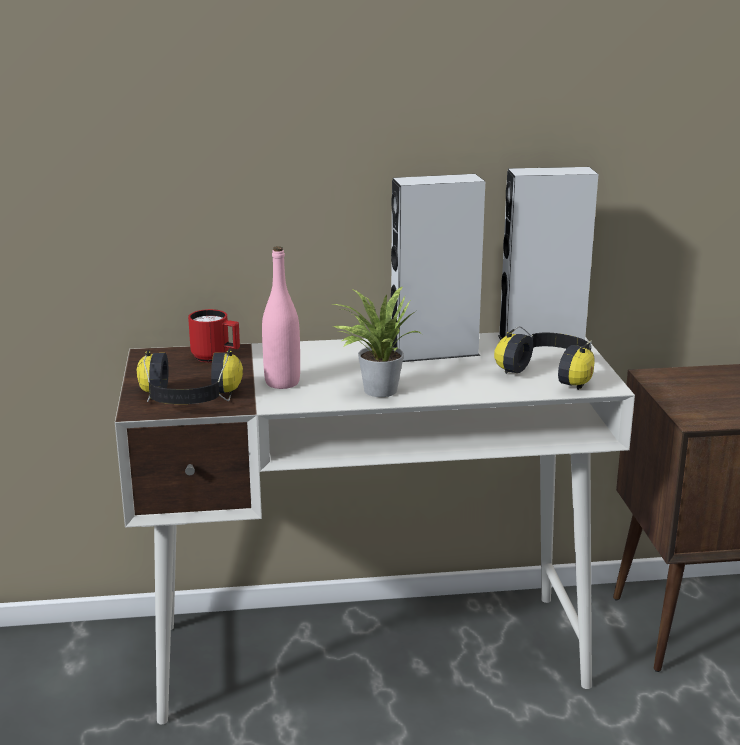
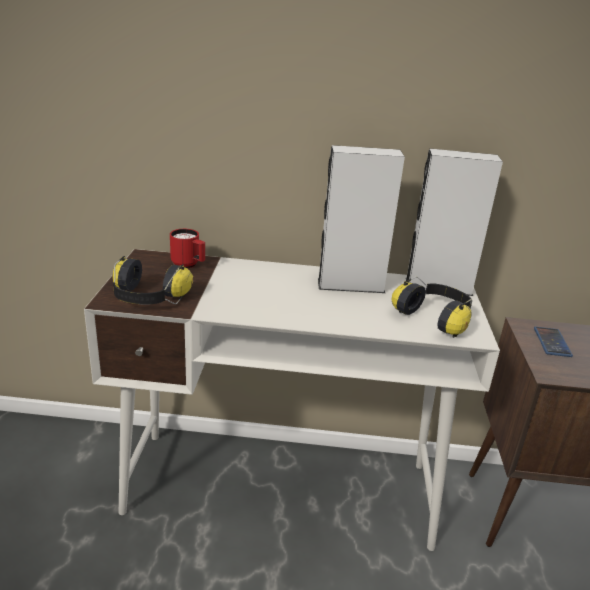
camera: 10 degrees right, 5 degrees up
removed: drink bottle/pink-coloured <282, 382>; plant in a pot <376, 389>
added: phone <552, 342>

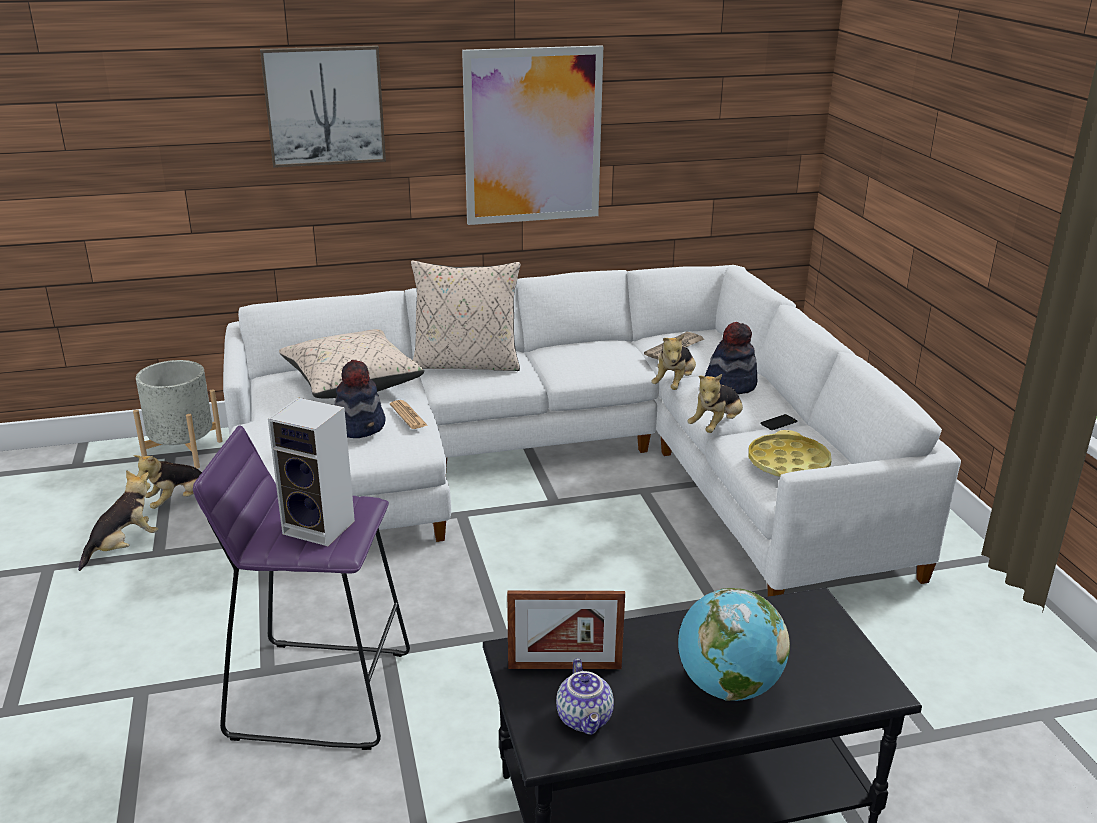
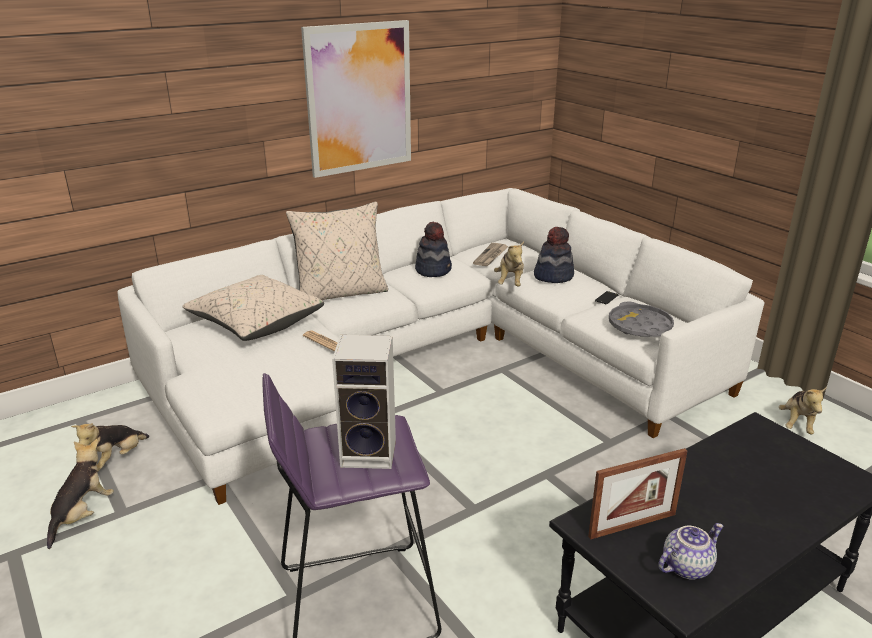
camera: 20 degrees left, 0 degrees up
removed: picture <324, 106>; flower pot/greyish <183, 452>; globe <727, 687>
moved: hat <360, 426> to <433, 270>; cuddly toy <716, 426> to <797, 424>
recoloured: tray/yellow-coloured <788, 463> to tray/greyish <639, 326>
turned: tea pot <586, 719> = <686, 566> 90 degrees counterclockwise

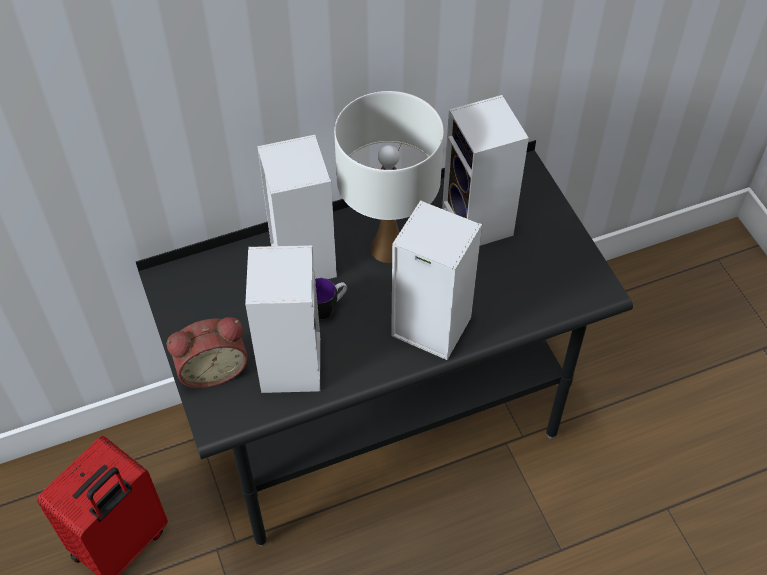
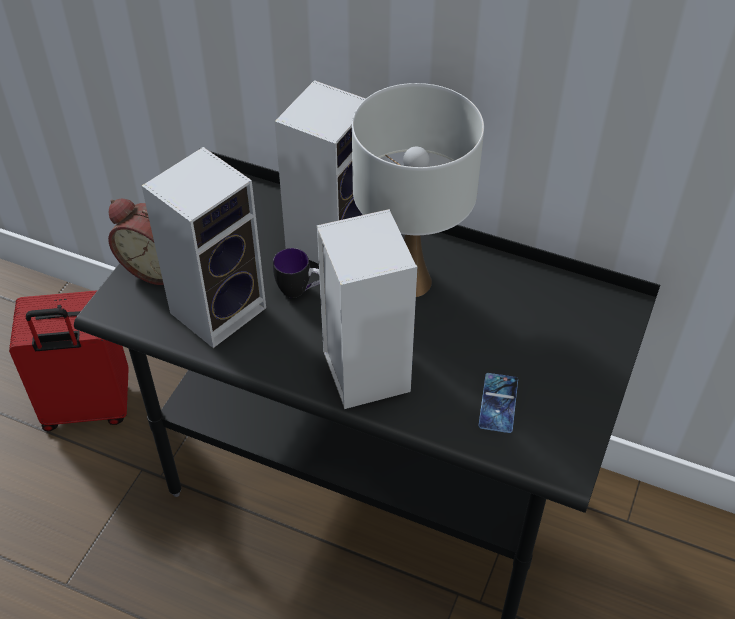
camera: 45 degrees right, 5 degrees down
removed: speaker <480, 223>
added: phone <498, 403>

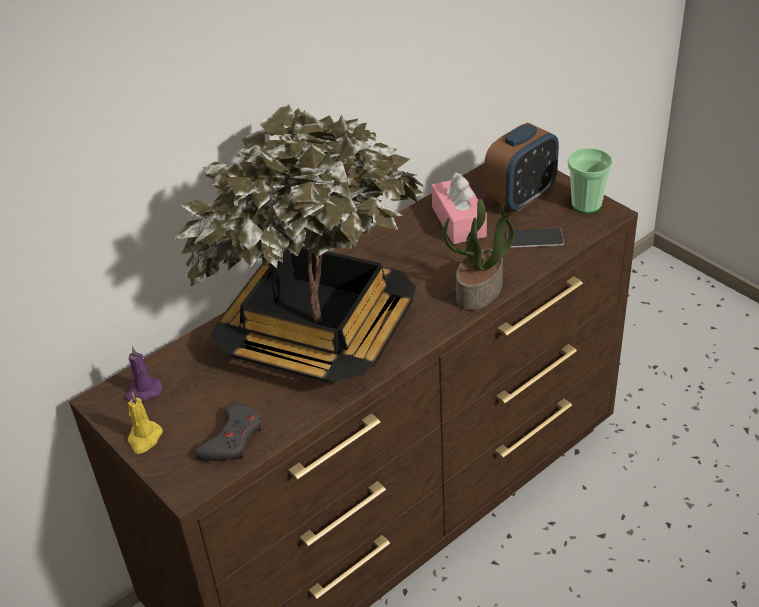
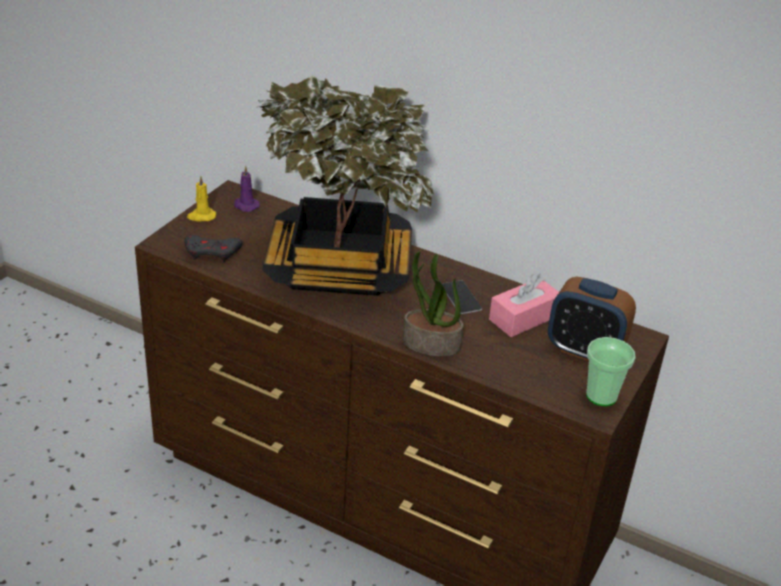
camera: 65 degrees right, 5 degrees down
moved: phone <535, 238> to <461, 297>

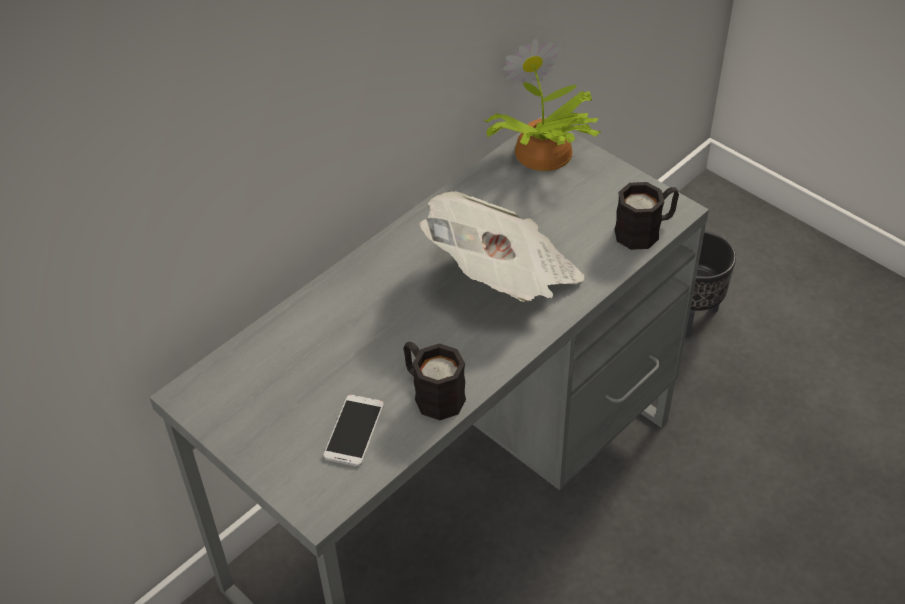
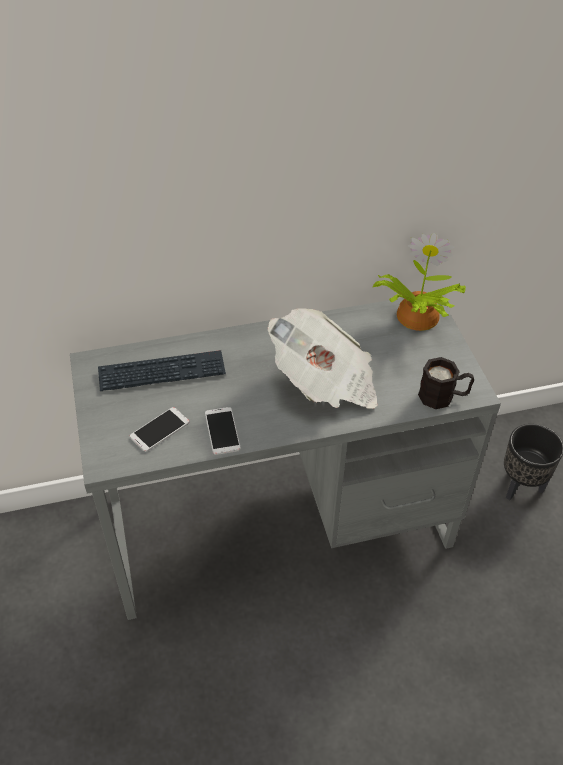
camera: 30 degrees right, 0 degrees up
added: computer keyboard <162, 373>
replaced: tea mug/black-coloured <432, 393> to phone <222, 431>

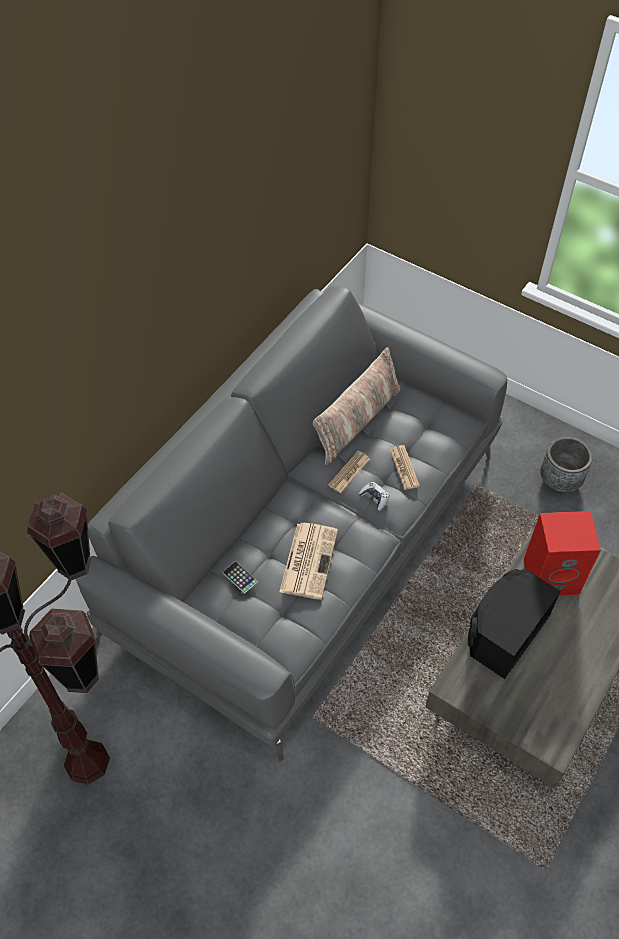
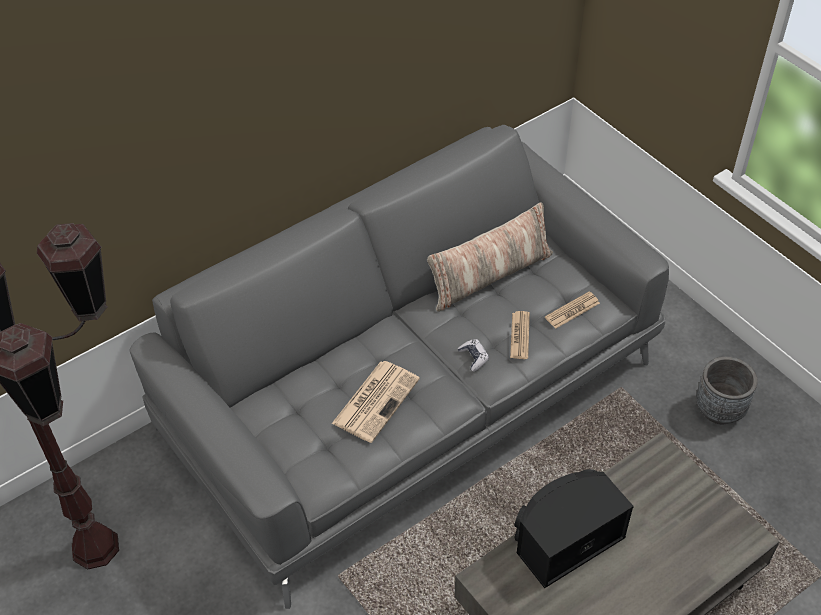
camera: 20 degrees right, 5 degrees down
removed: speaker/red-coloured <552, 575>; phone <240, 577>
moved: newspaper <349, 472> to <572, 310>

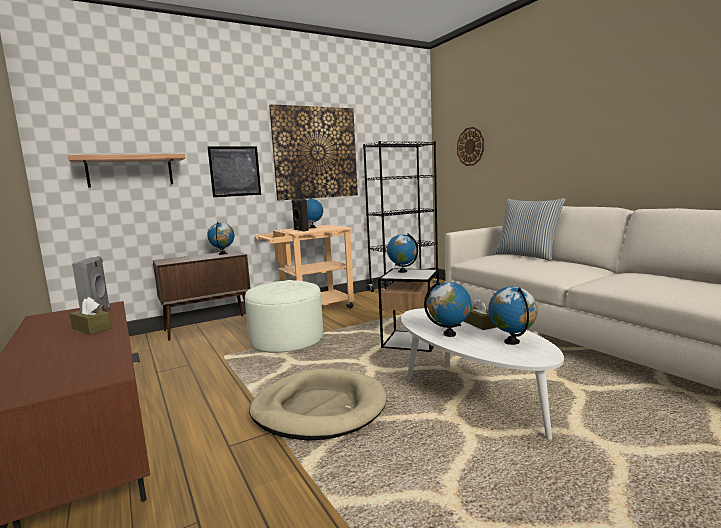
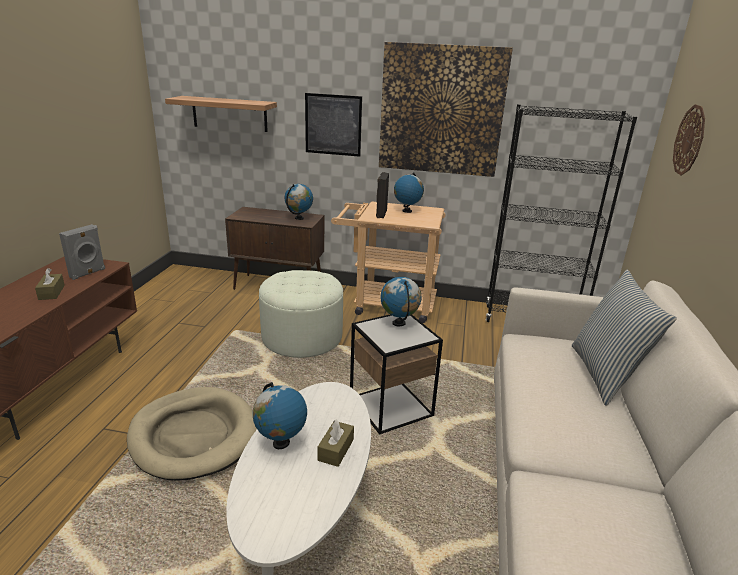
camera: 40 degrees right, 15 degrees up
removed: globe <512, 342>

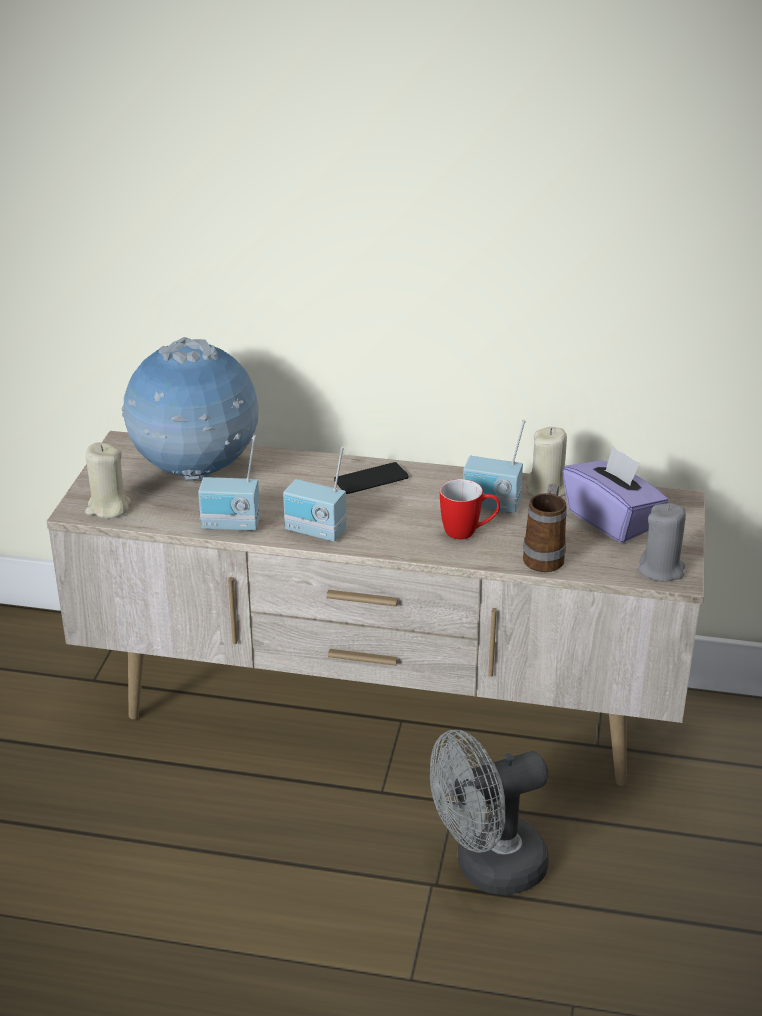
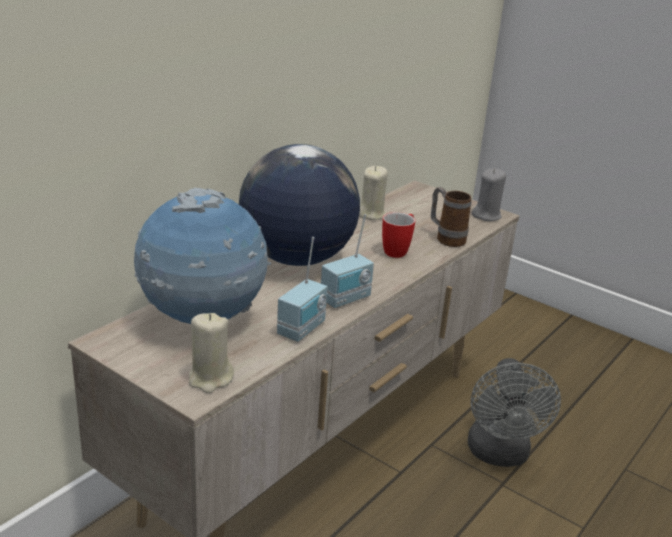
camera: 65 degrees left, 5 degrees down
removed: radio set <491, 506>; box of tissues/purple-coloured <612, 520>
replaced: phone <371, 479> to globe <296, 259>

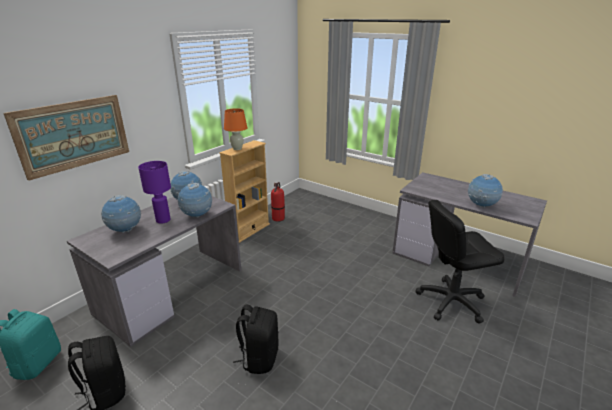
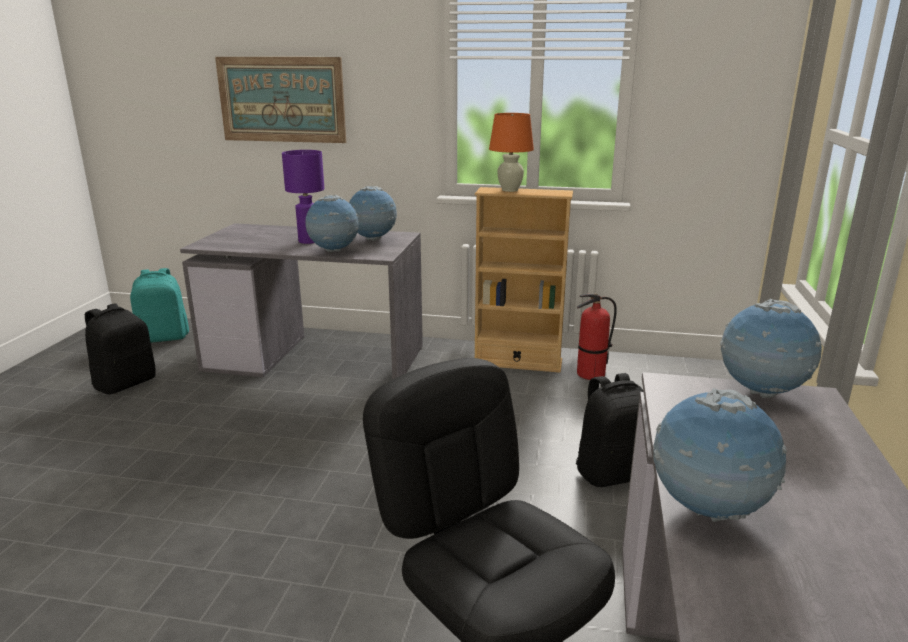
camera: 65 degrees right, 5 degrees down
moved: globe <125, 231> to <761, 393>; backpack/black-coloured <259, 358> to <613, 473>

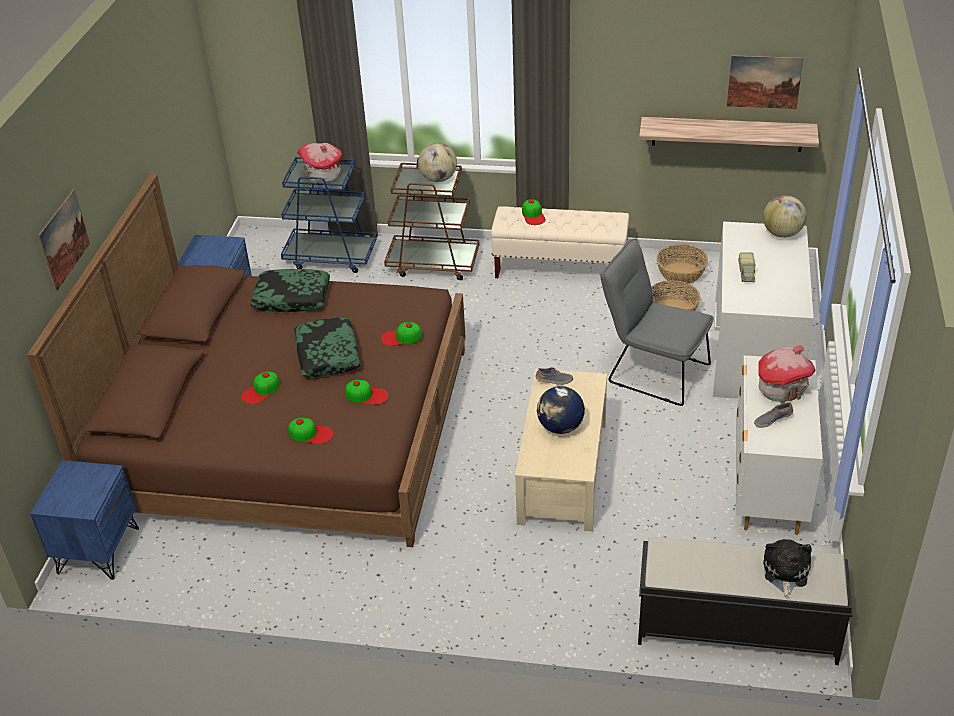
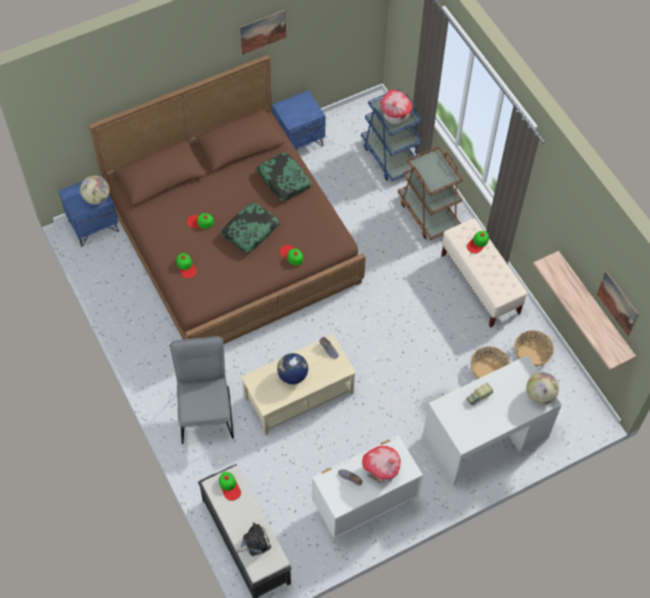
camera: 50 degrees right, 20 degrees up
moved: globe <438, 179> to <96, 198>; picture <63, 239> to <263, 32>; plain chair/greyish <652, 371> to <205, 410>; peaked cap <366, 395> to <229, 486>

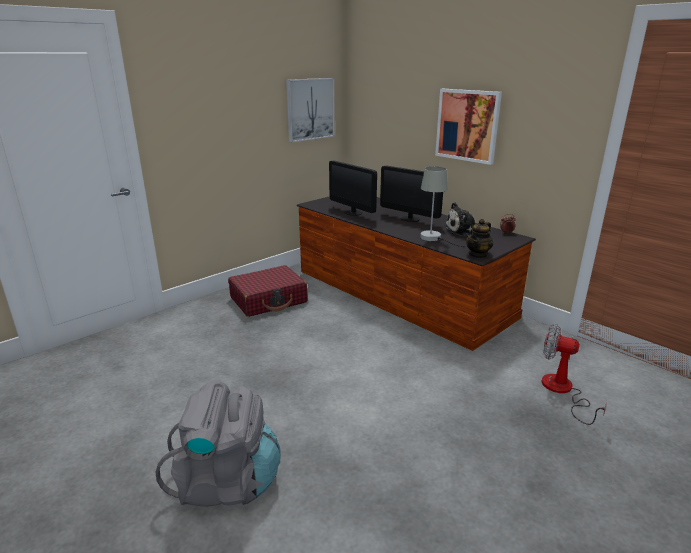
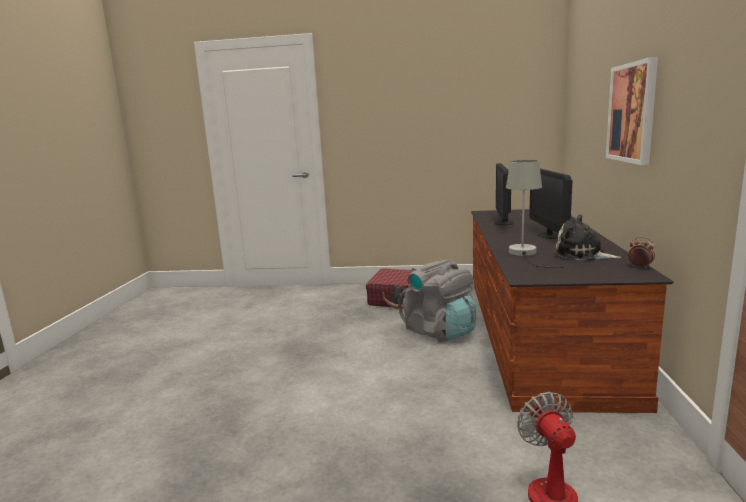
camera: 50 degrees right, 10 degrees down
removed: picture <310, 109>; tea pot <478, 255>
moved: backpack/greyish <227, 482> to <440, 331>

